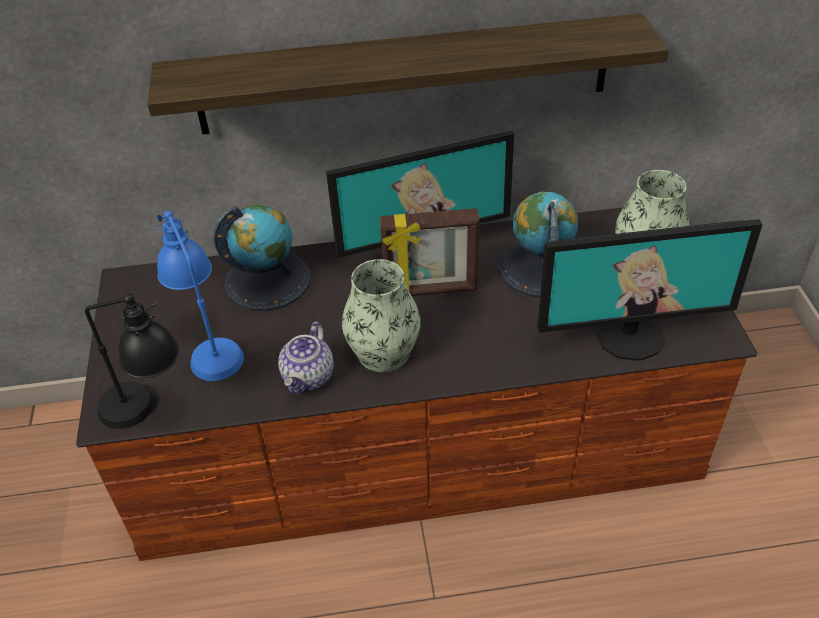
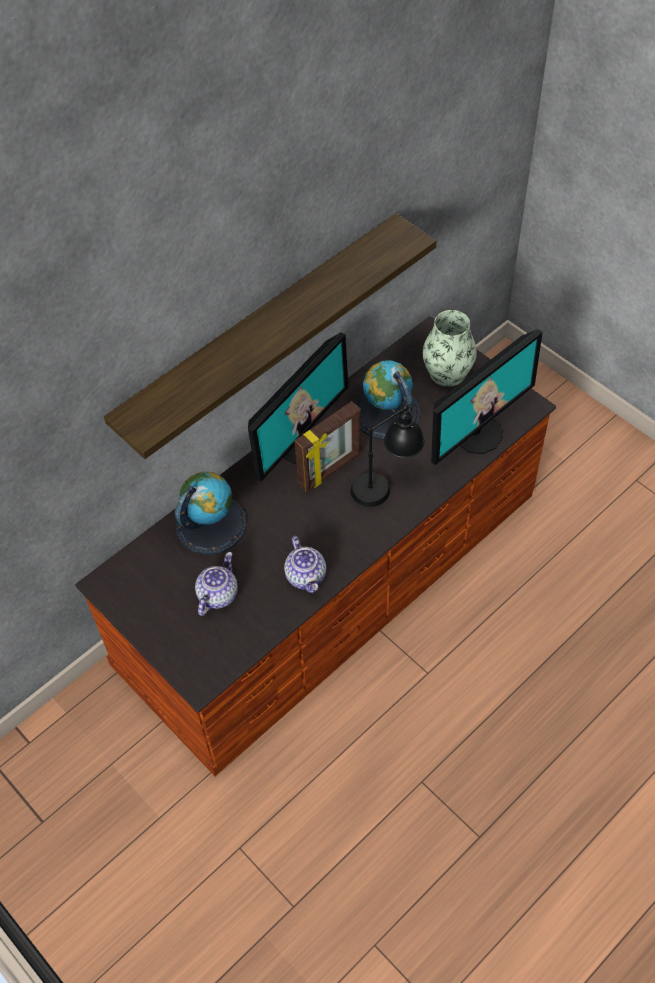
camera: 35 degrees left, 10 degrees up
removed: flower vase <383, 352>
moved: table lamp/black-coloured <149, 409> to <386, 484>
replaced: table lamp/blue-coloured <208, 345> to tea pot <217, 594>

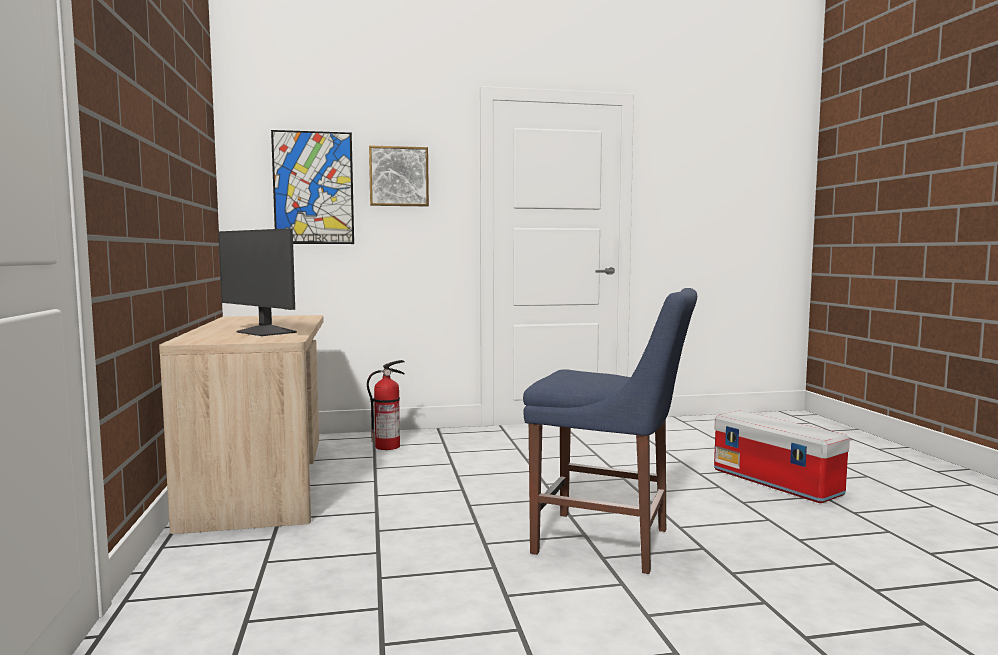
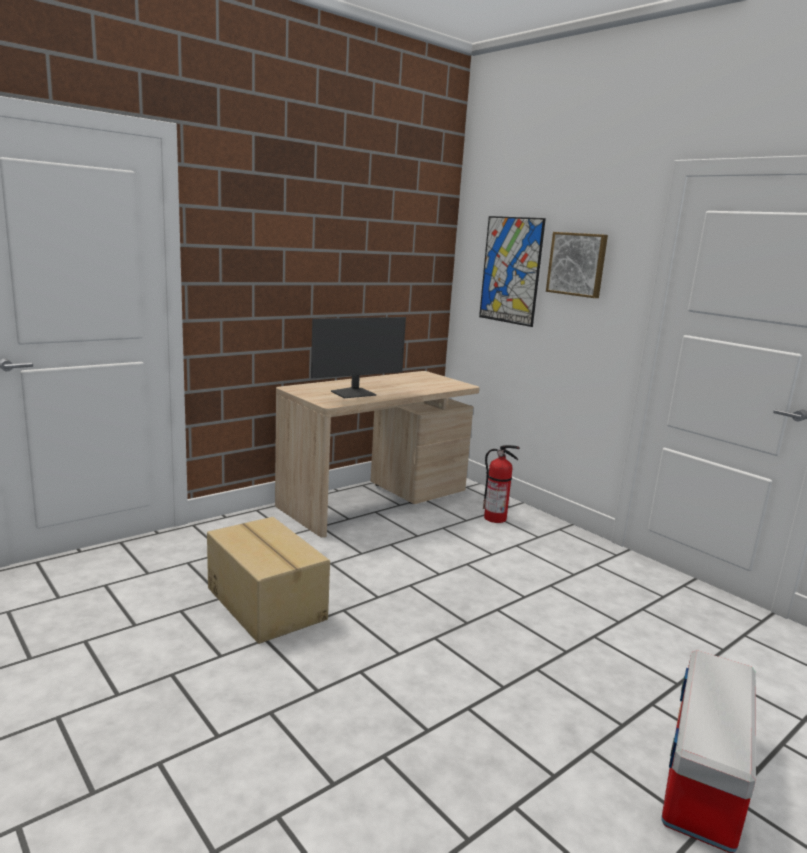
camera: 60 degrees right, 10 degrees up
removed: plain chair/blue-coloured <609, 542>
added: cardboard box <267, 603>
turned: computer display <265, 332> = <354, 393> 135 degrees counterclockwise

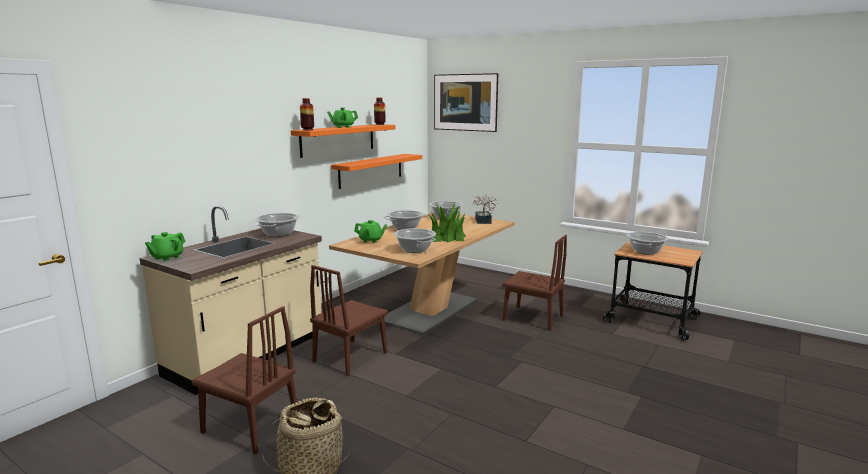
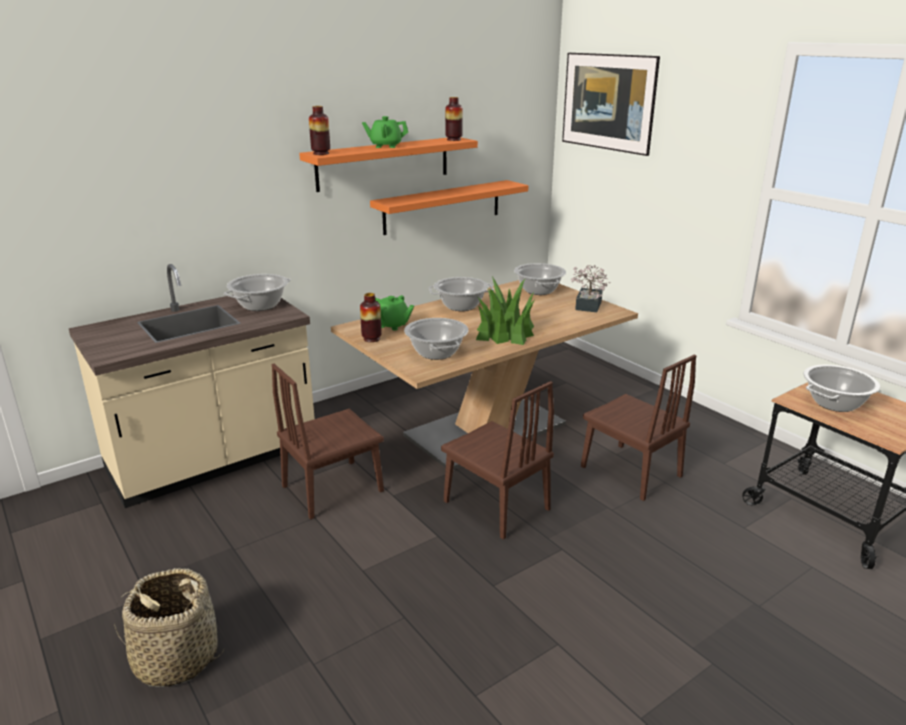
camera: 20 degrees right, 10 degrees up
removed: tea pot/green <167, 258>
added: flower vase <371, 339>
moved: plain chair/brown-coloured <250, 426> to <496, 505>

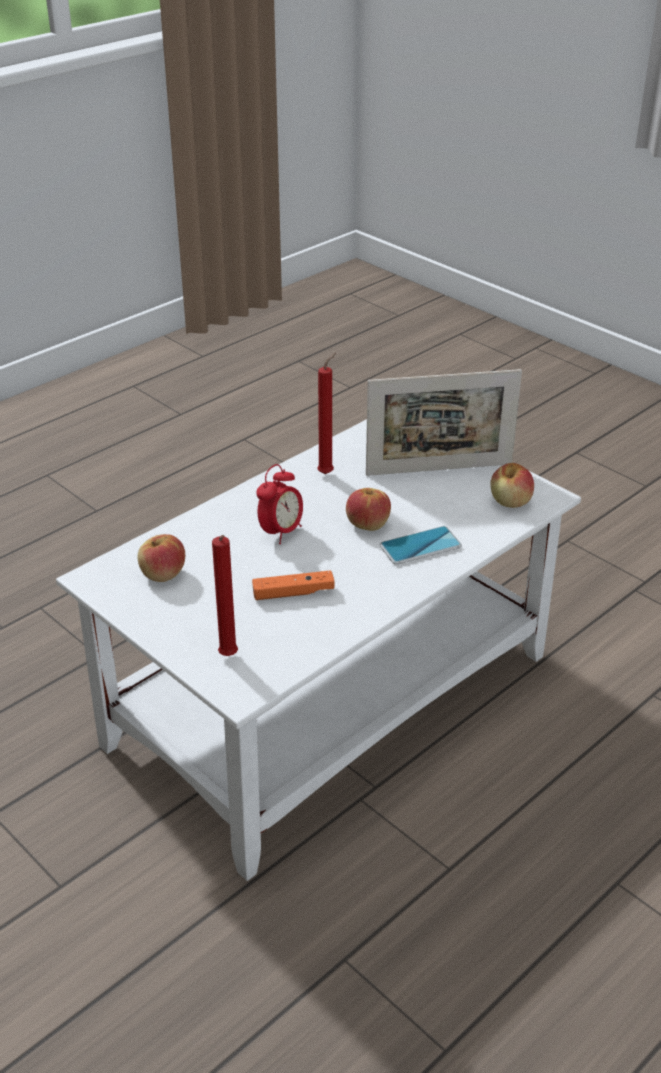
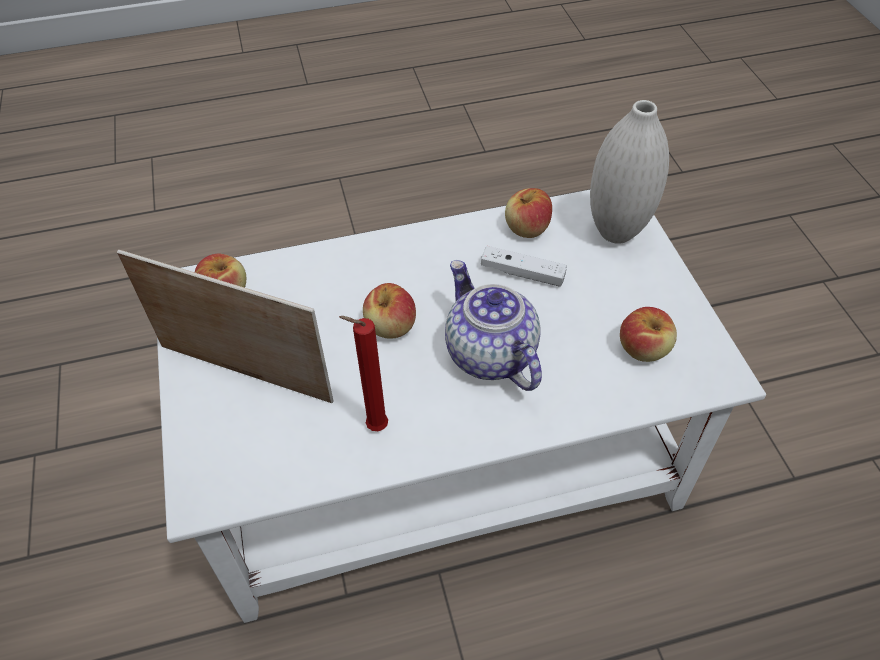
camera: 150 degrees left, 15 degrees up
removed: phone <420, 546>
added: apple fruit <527, 228>
replaced: bedside clock <281, 532> to tea pot <489, 354>; candle/red-coloured <228, 658> to flower vase/white <616, 232>
recoloured: gamepad/orangey <293, 593> to gamepad/white <522, 273>

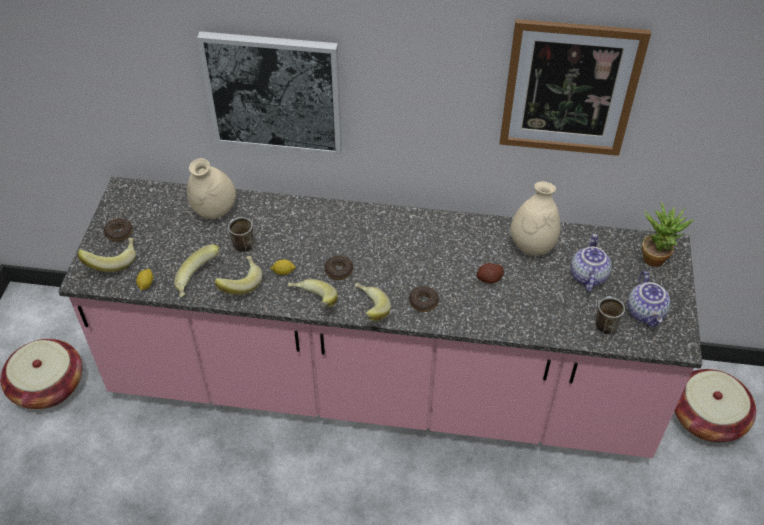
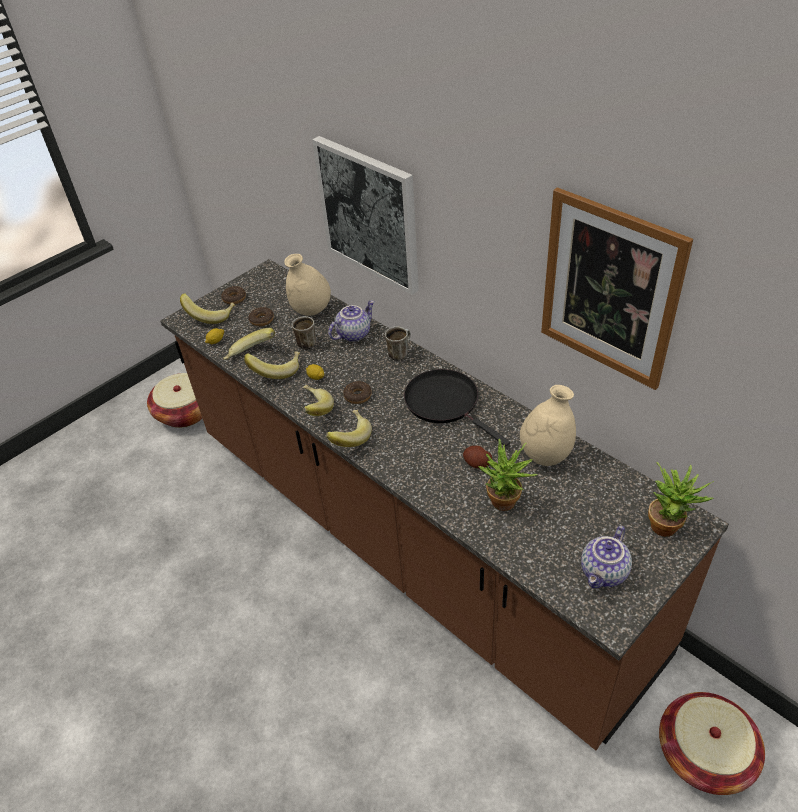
camera: 40 degrees right, 5 degrees down
added: frying pan/black-coloured <445, 403>; plant in a pot <505, 505>
moved: tea pot <587, 276> to <353, 334>; donut <423, 302> to <262, 320>; tea mug <604, 323> to <399, 353>
recoloured: kitchen counter/pink-coloured <381, 384> to kitchen counter/brown-coloured <410, 538>

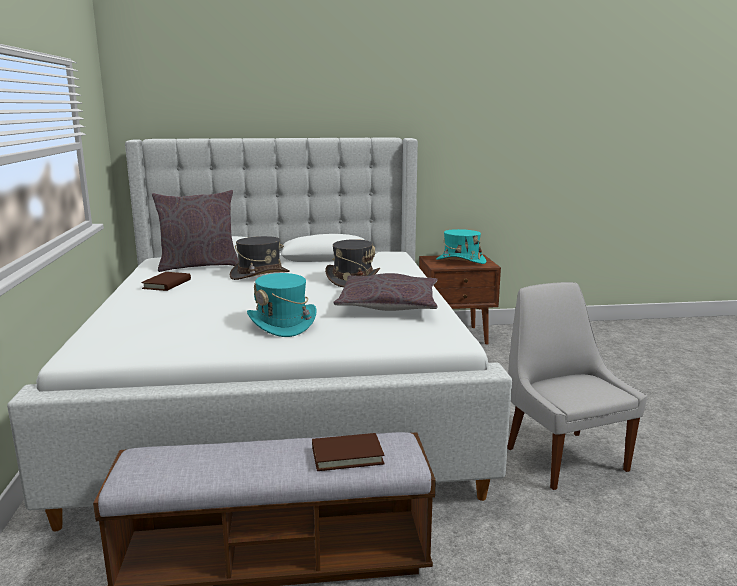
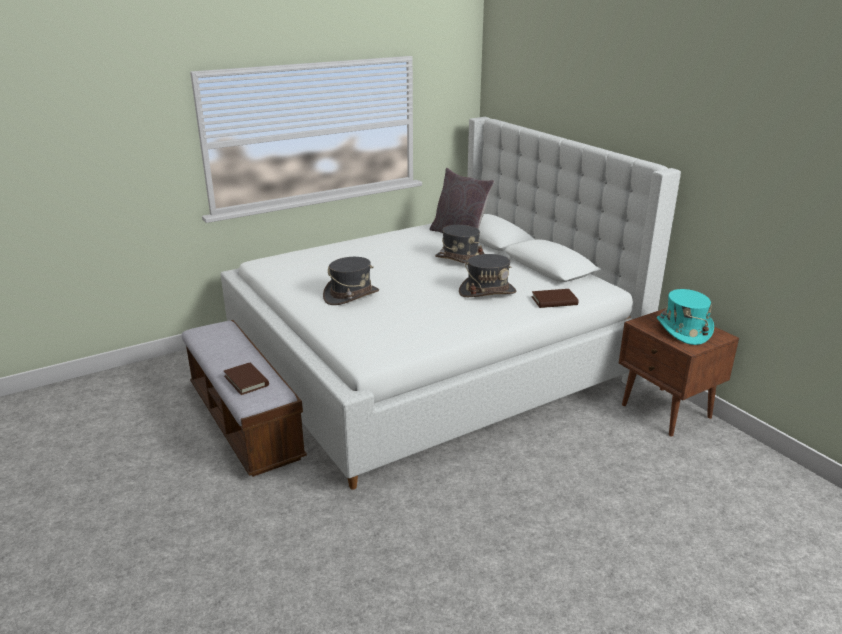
camera: 65 degrees right, 10 degrees up
removed: pillow/greyish <388, 305>; plain chair/white <563, 457>
moved: book/brown-coloured <167, 284> to <554, 301>
recoloured: hat/blue-green <282, 324> to hat/greyish <351, 295>

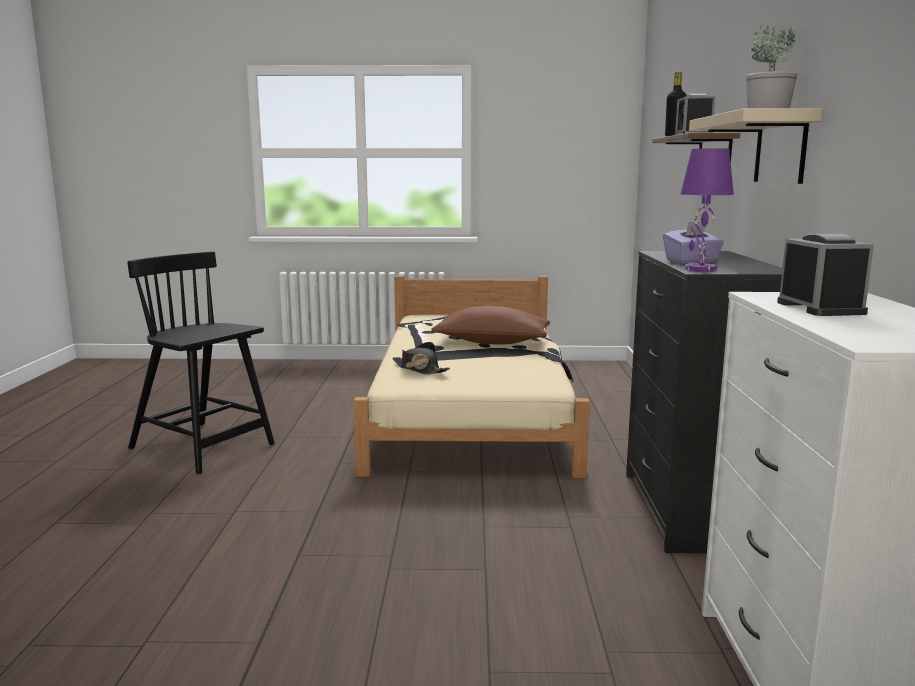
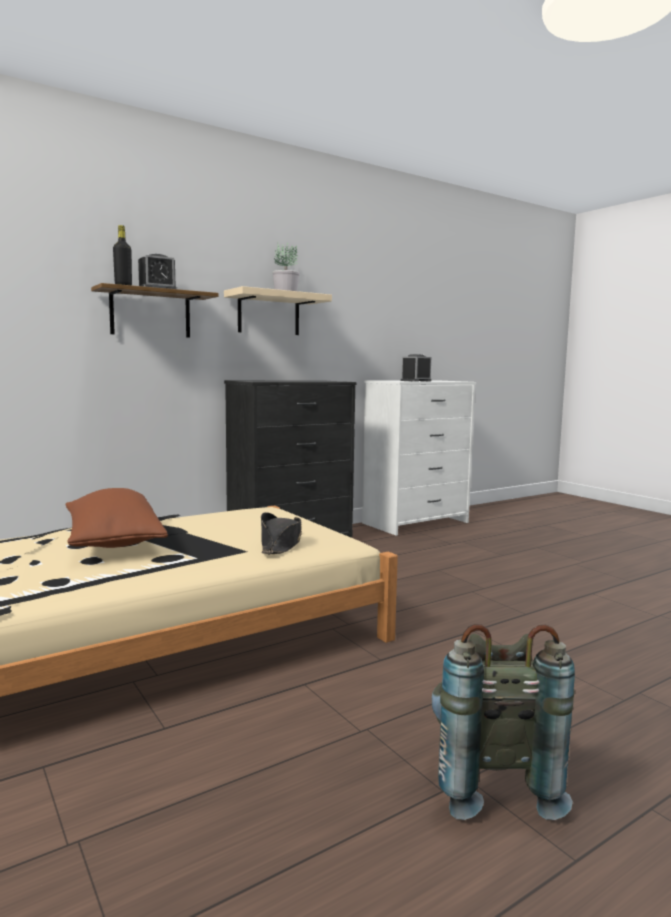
camera: 125 degrees left, 5 degrees down
removed: table lamp/purple-coloured <699, 269>; box of tissues/purple-coloured <691, 261>
replaced: plain chair/black-coloured <203, 447> to backpack/greyish <488, 781>

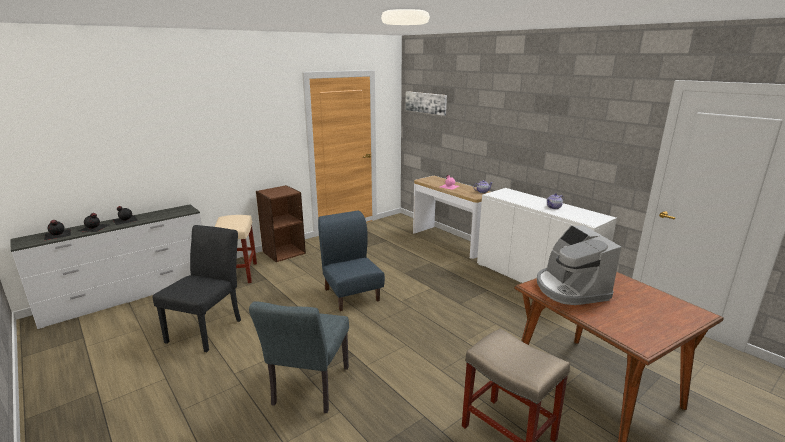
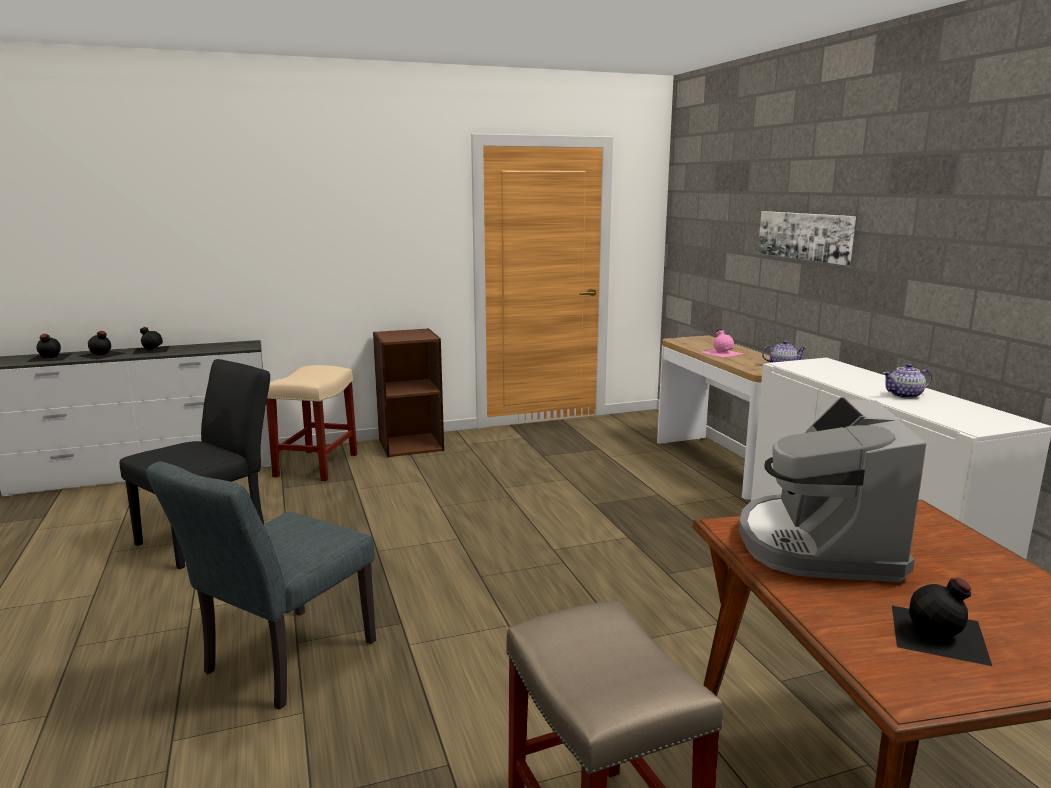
camera: 20 degrees right, 5 degrees down
removed: plain chair/blue-coloured <351, 294>
added: drink bottle/black-coloured <940, 635>
moved: picture <426, 102> to <805, 236>

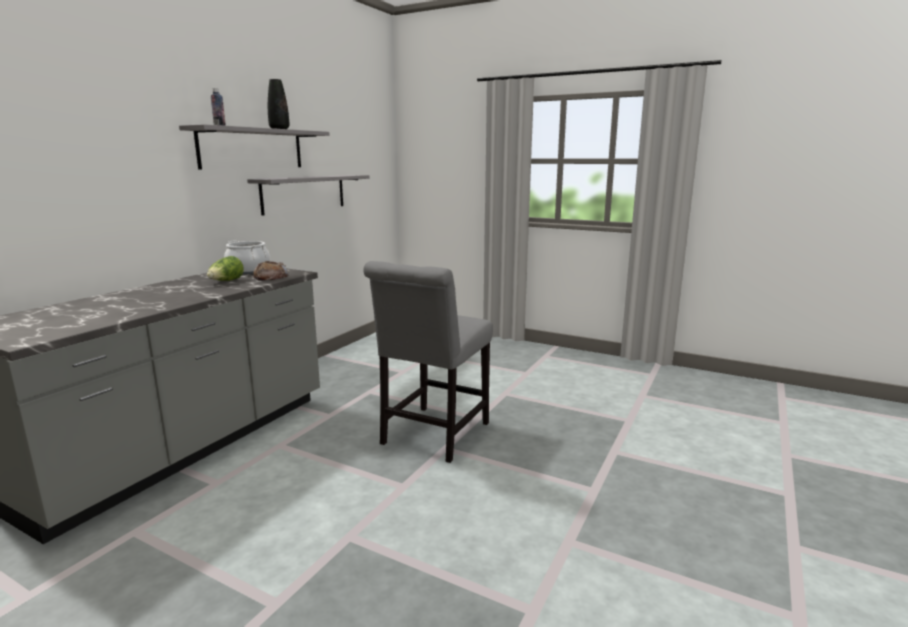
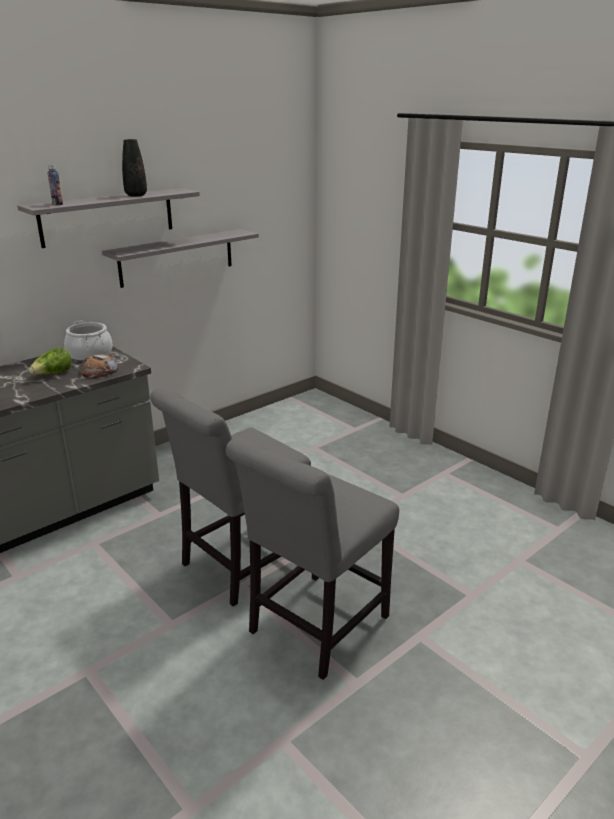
camera: 20 degrees right, 10 degrees up
added: plain chair/greyish <314, 628>

